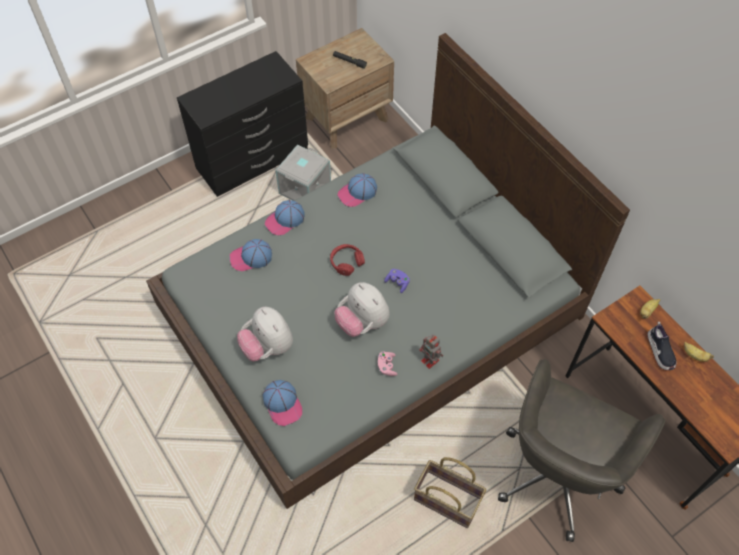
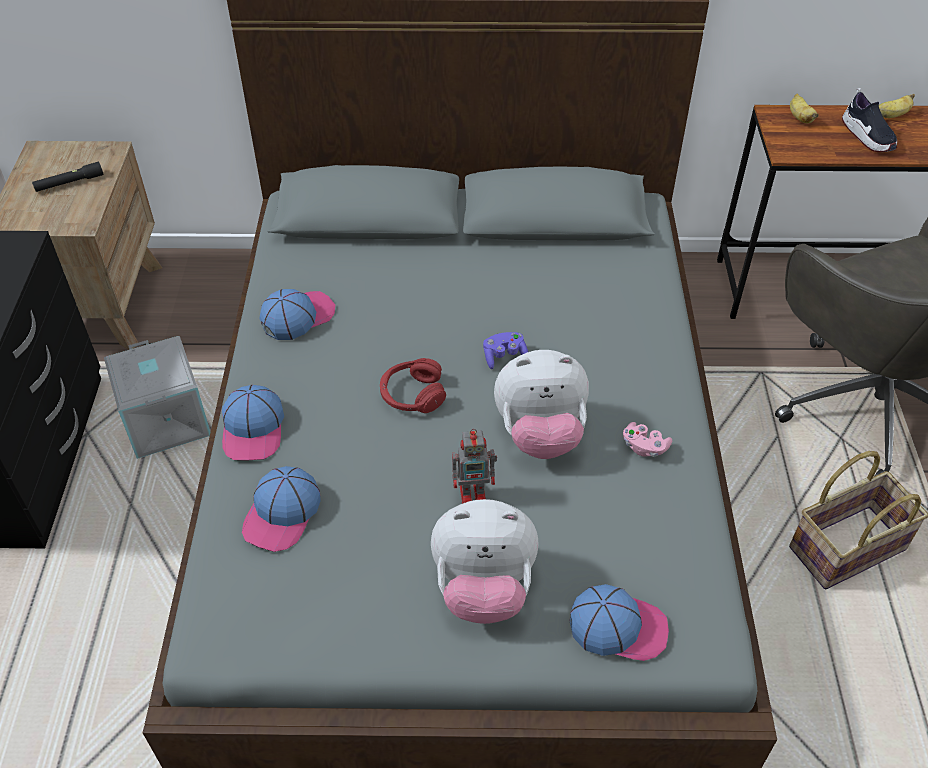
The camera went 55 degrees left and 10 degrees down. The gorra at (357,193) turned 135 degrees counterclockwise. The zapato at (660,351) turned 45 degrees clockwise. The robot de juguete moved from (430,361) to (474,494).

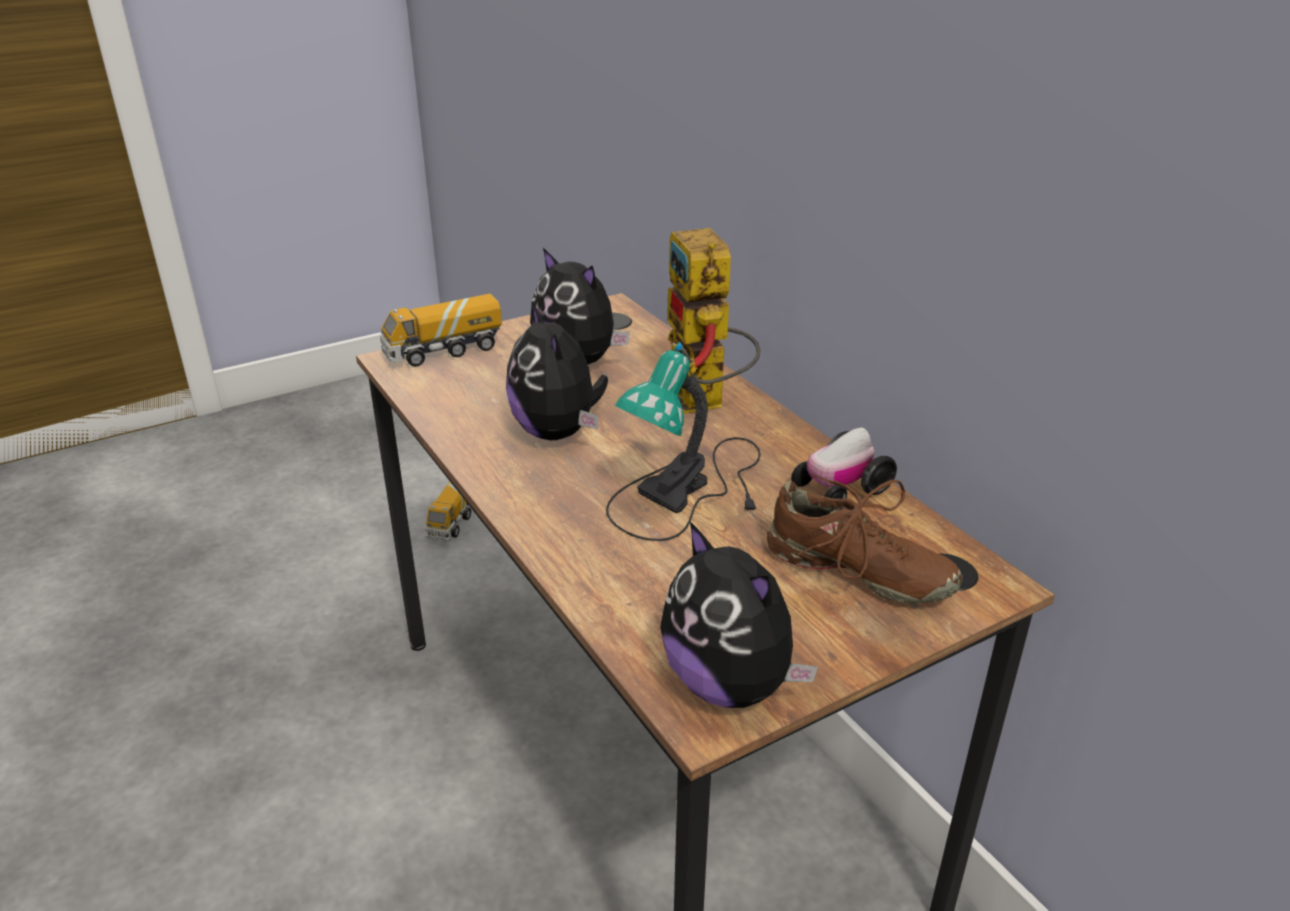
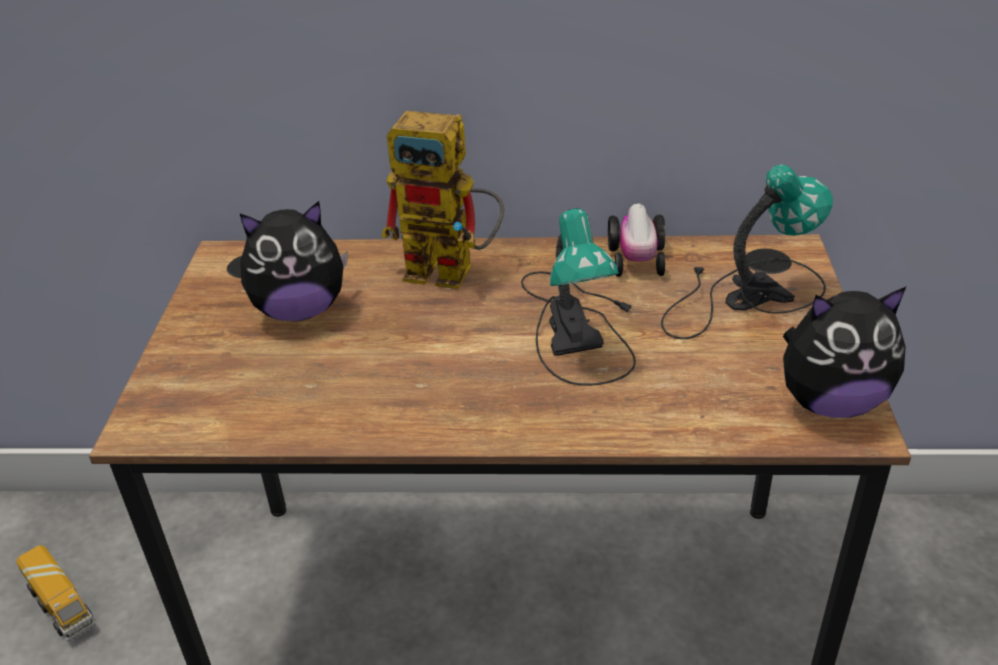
The camera went 55 degrees left and 5 degrees up. The camión de juguete at (443,351) disappeared. The peluche at (558,432) disappeared. The zapato (marrón) at (857,572) was replaced by the lámpara de mesa at (743,295).

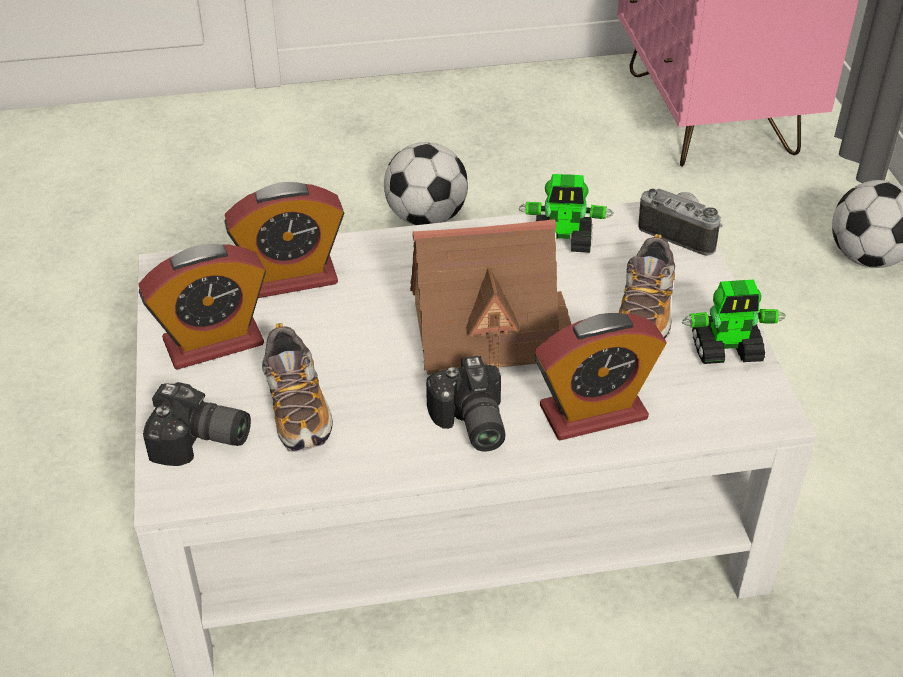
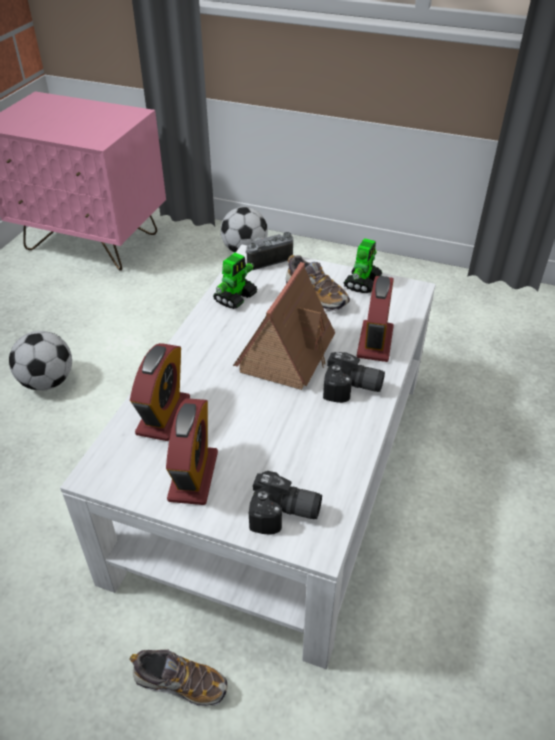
The camera went 60 degrees left and 0 degrees up. The zapato moved from (297,409) to (180,683). The cámara at (200,443) turned 60 degrees clockwise.

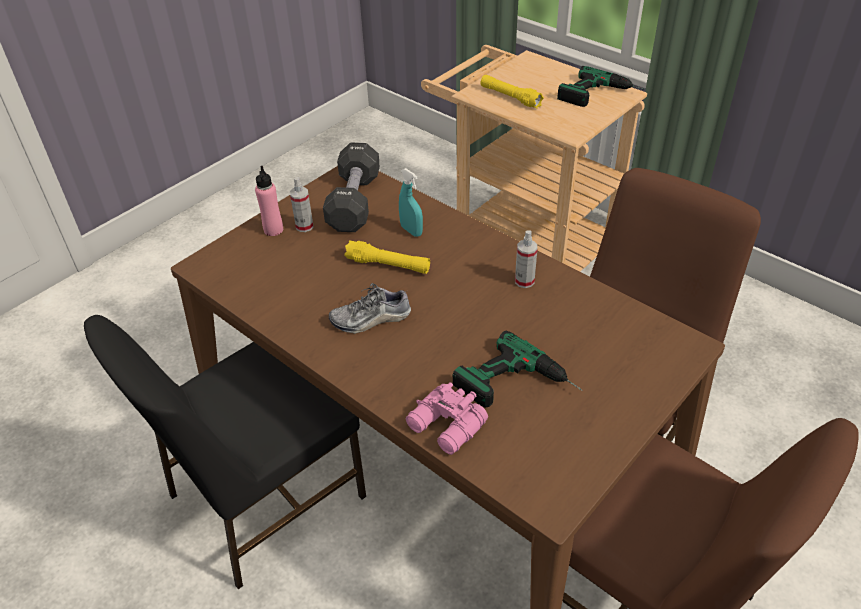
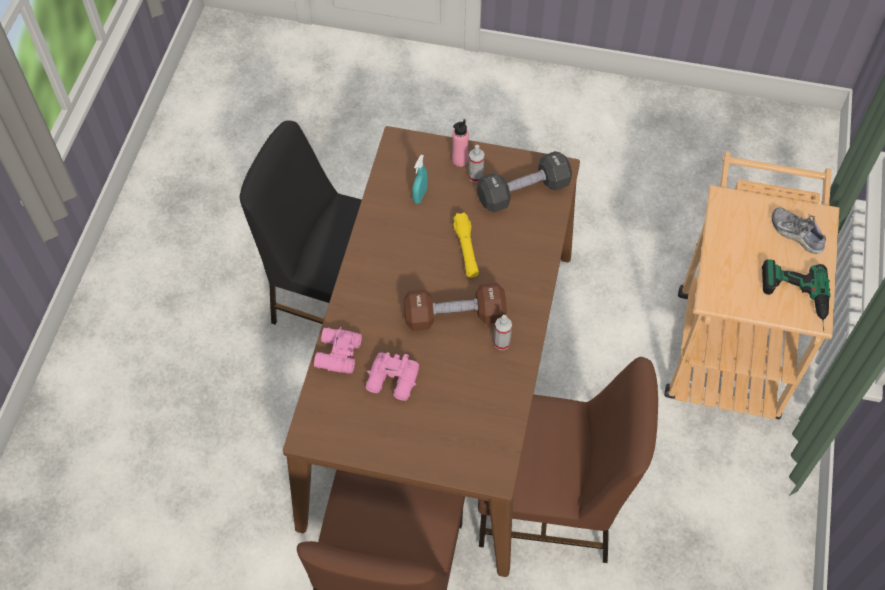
The camera went 60 degrees right and 15 degrees up. The linterna (amarillo) at (510,97) disappeared. The pulverizador (turquesa) moved from (411,231) to (420,196). The zapato moved from (371,319) to (796,234). The taladro at (519,387) was replaced by the prismáticos (rosa) at (393,381). The mancuerna (marrón) at (454,316) appeared.

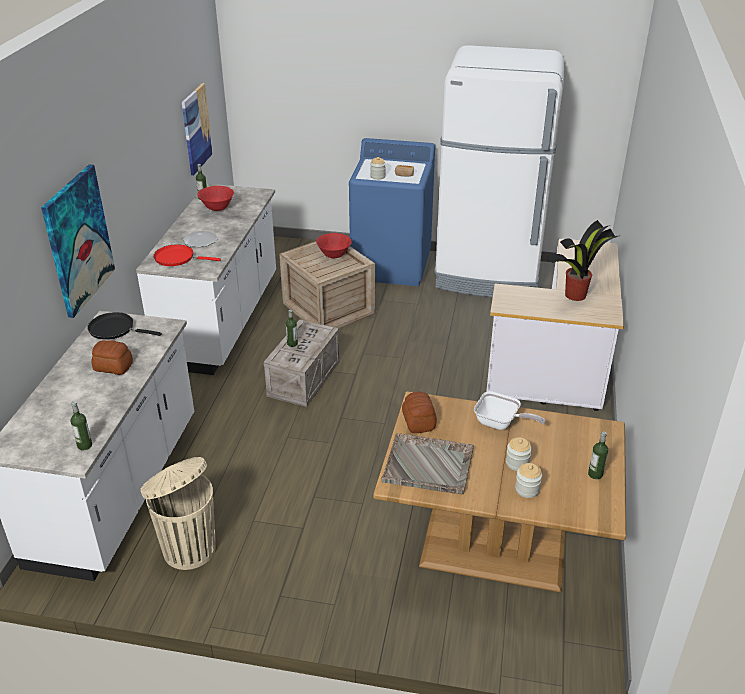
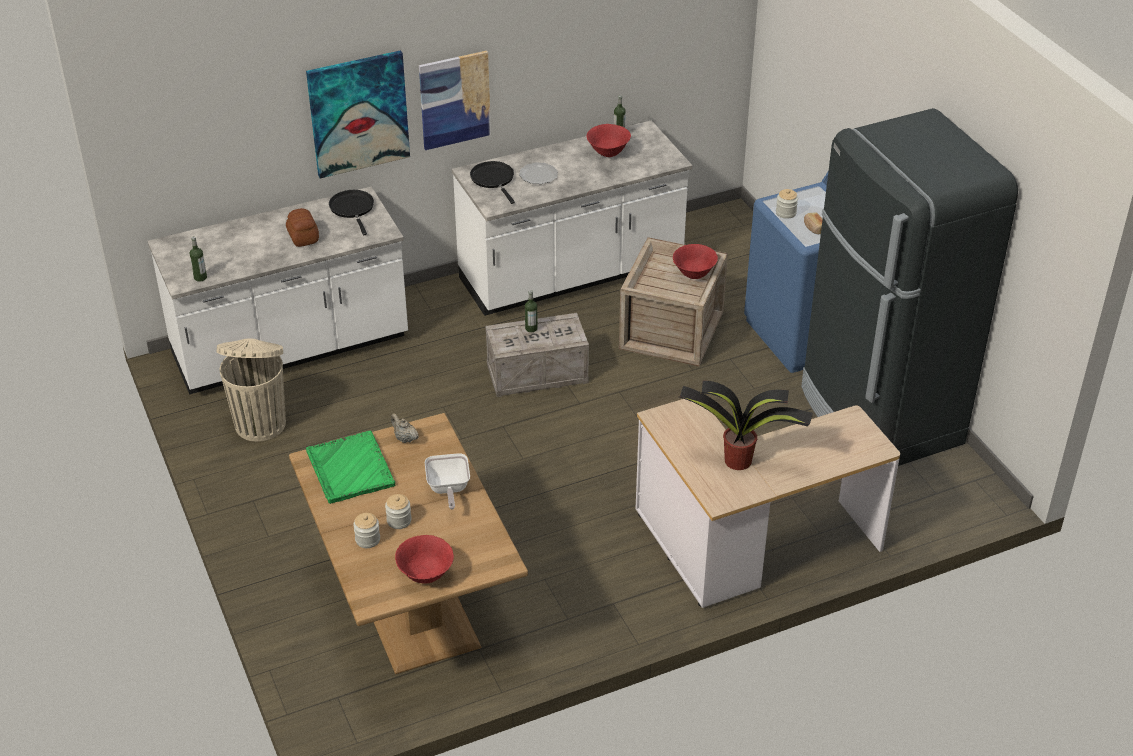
The camera went 55 degrees right and 5 degrees up. The nevera (blanco) at (488,276) became the nevera (negro) at (879,417). The cuadro moved from (196,129) to (455,100). The sartén (rojo) at (177,258) became the sartén (negro) at (493,179). The pan at (418,422) was replaced by the tetera (beis) at (404,438). The botella at (595,474) was replaced by the cuenco (rojo) at (426,575). The bandeja (gris) at (429,465) became the bandeja (verde) at (350,469).

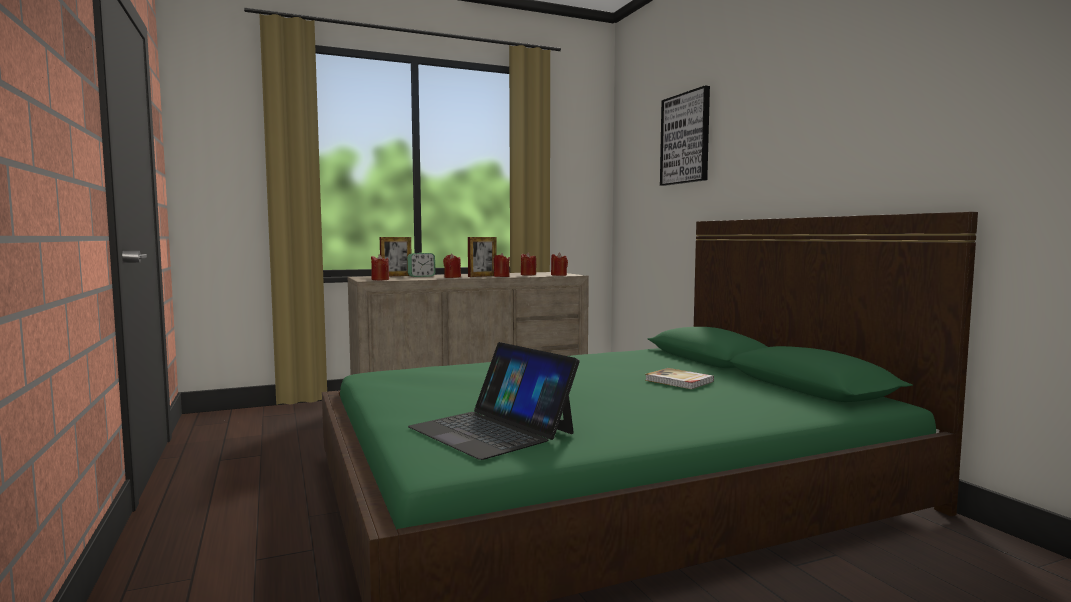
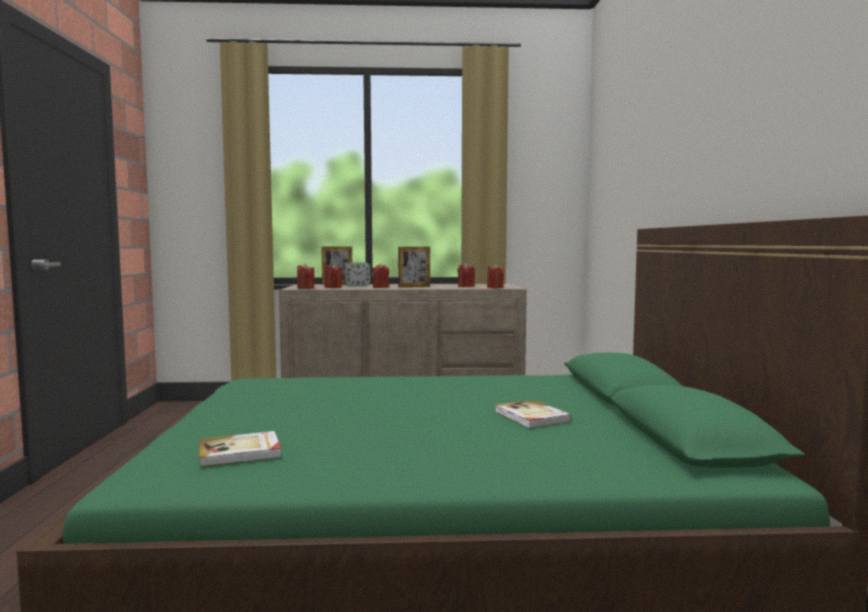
The camera went 20 degrees right and 0 degrees up. The cuadro at (685,138) disappeared. The vela (rojo) moved from (501,276) to (333,287). The portátil at (492,430) was replaced by the libro at (240,452).

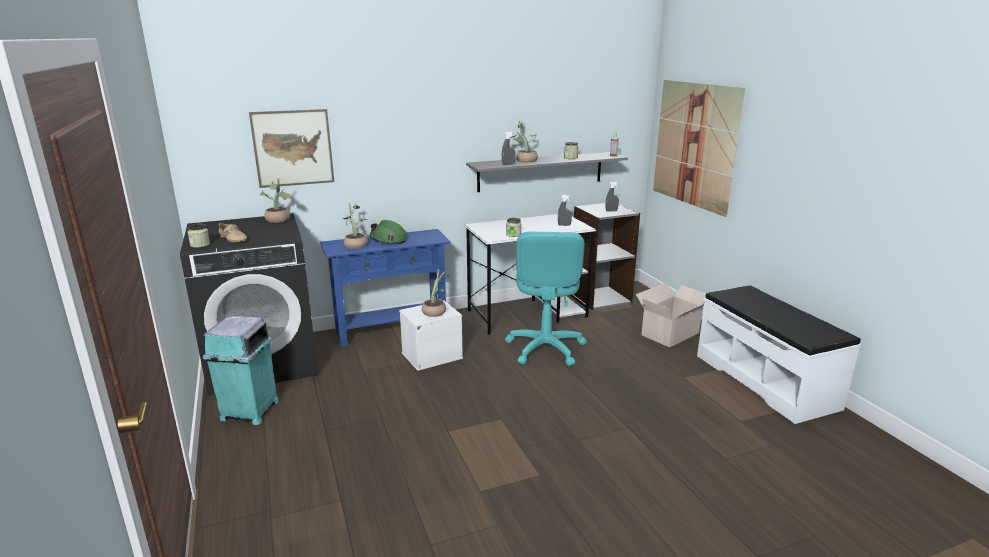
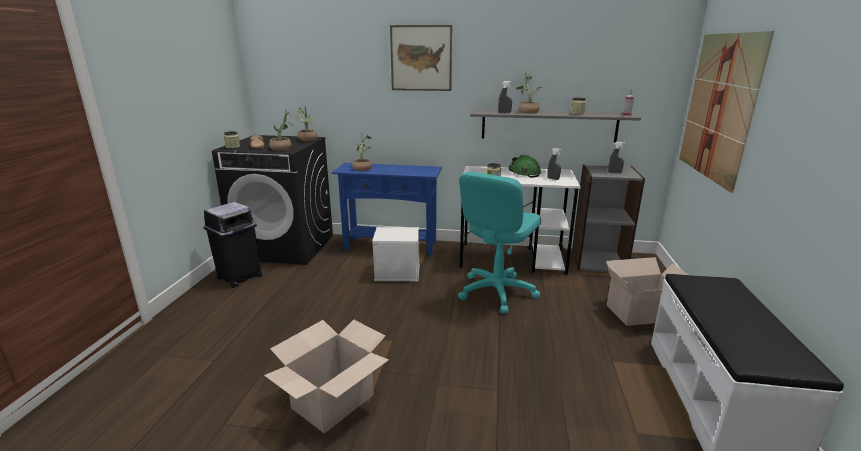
The camera went 30 degrees right and 0 degrees up. The cuadro moved from (293,148) to (421,58). The casco (verde) moved from (388,240) to (524,173). The planta en maceta moved from (436,311) to (284,148). The papelera (turquesa) at (249,411) became the papelera (negro) at (239,277). The caja de cartón at (333,401) appeared.

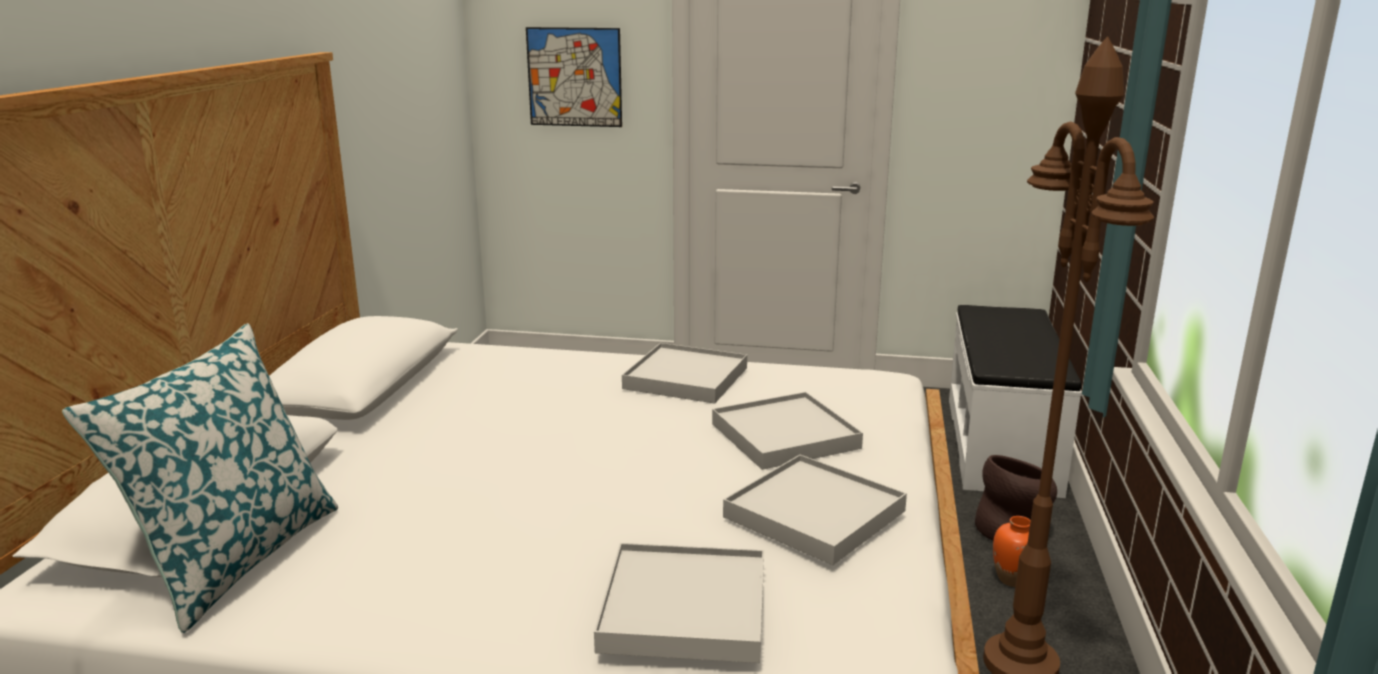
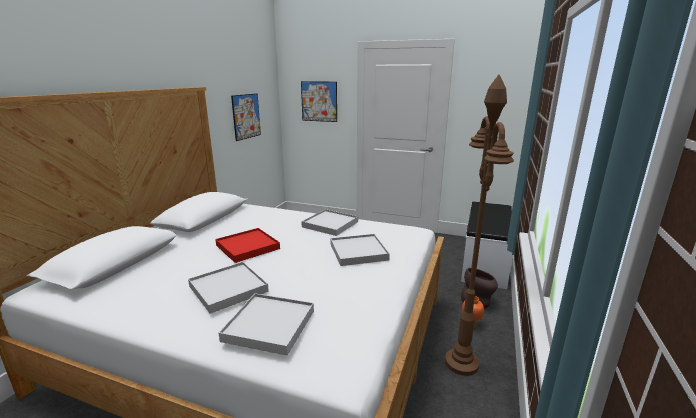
The camera went 10 degrees right and 0 degrees up. The cojín at (235,558) disappeared. The bandeja (blanco) moved from (814,514) to (228,289). The cuadro at (246,116) appeared. The bandeja (rojo) at (248,247) appeared.

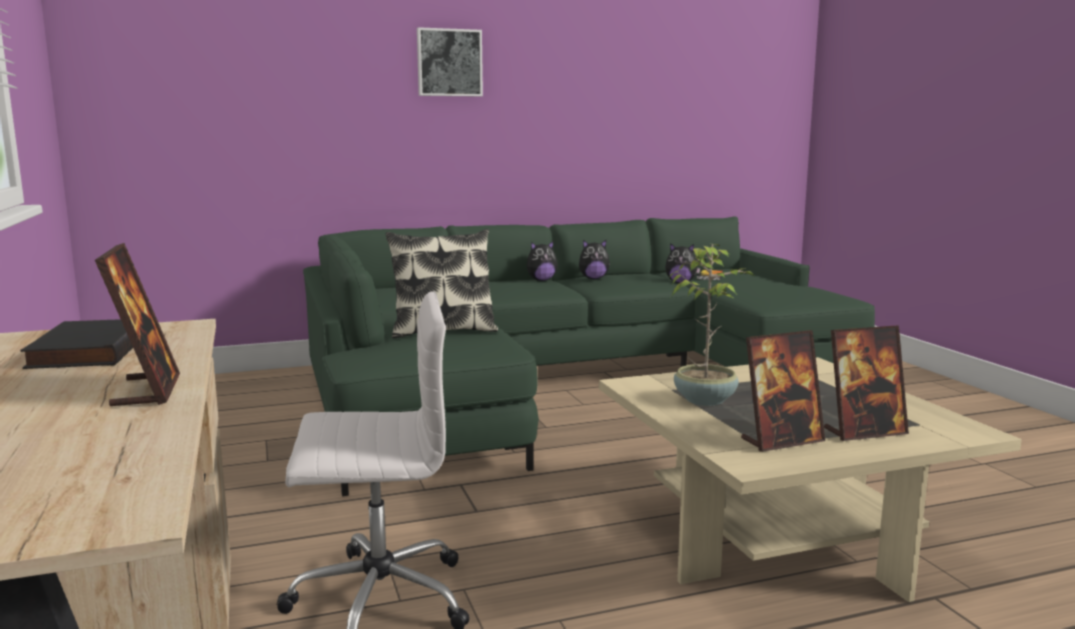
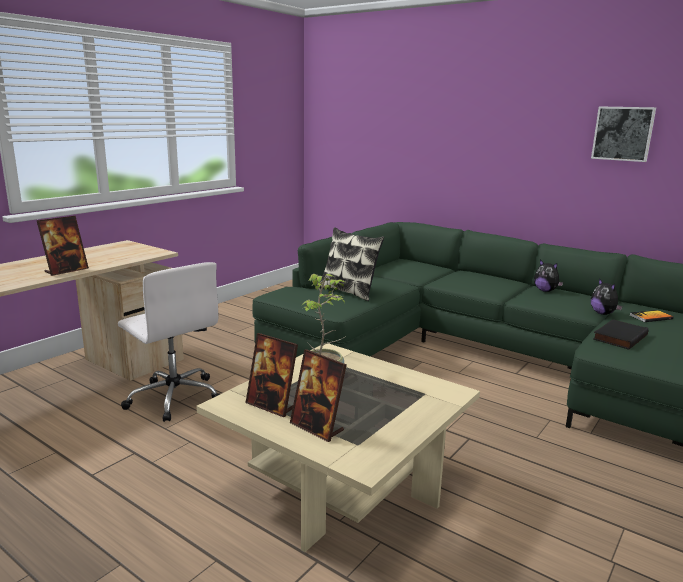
The camera went 55 degrees right and 5 degrees up. The cuadro moved from (449,63) to (623,133). The peluche at (541,280) disappeared. The libro (negro) moved from (86,351) to (618,337).

